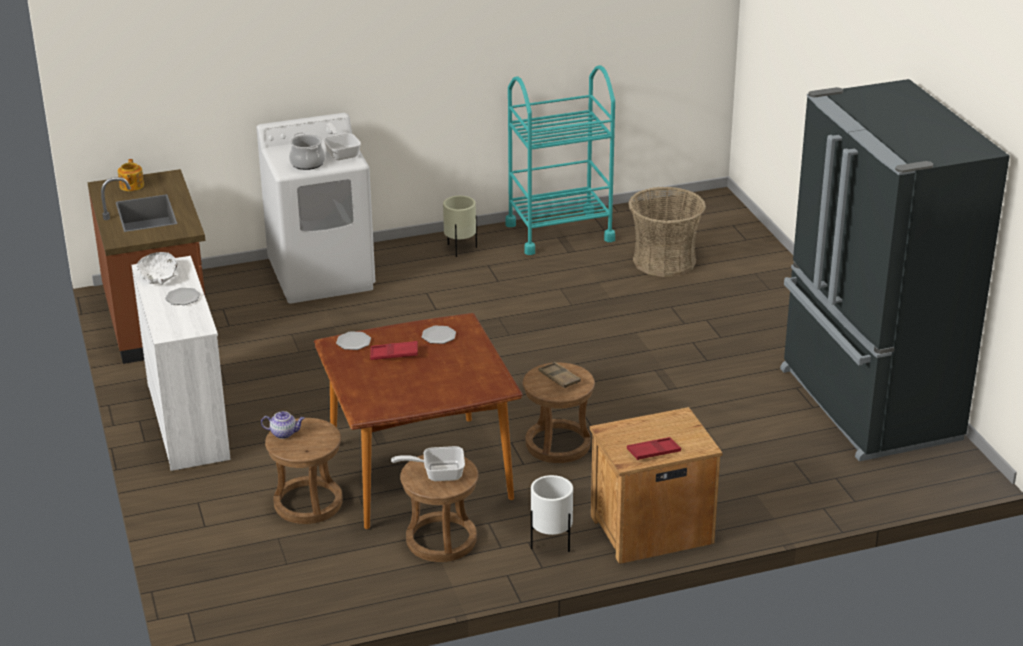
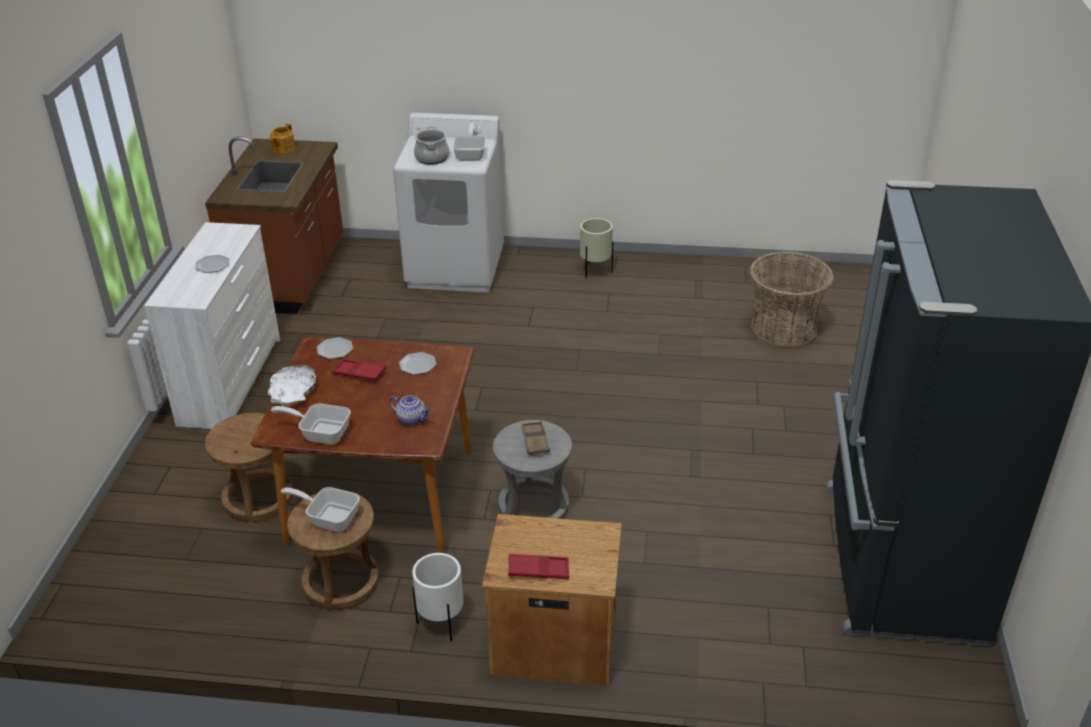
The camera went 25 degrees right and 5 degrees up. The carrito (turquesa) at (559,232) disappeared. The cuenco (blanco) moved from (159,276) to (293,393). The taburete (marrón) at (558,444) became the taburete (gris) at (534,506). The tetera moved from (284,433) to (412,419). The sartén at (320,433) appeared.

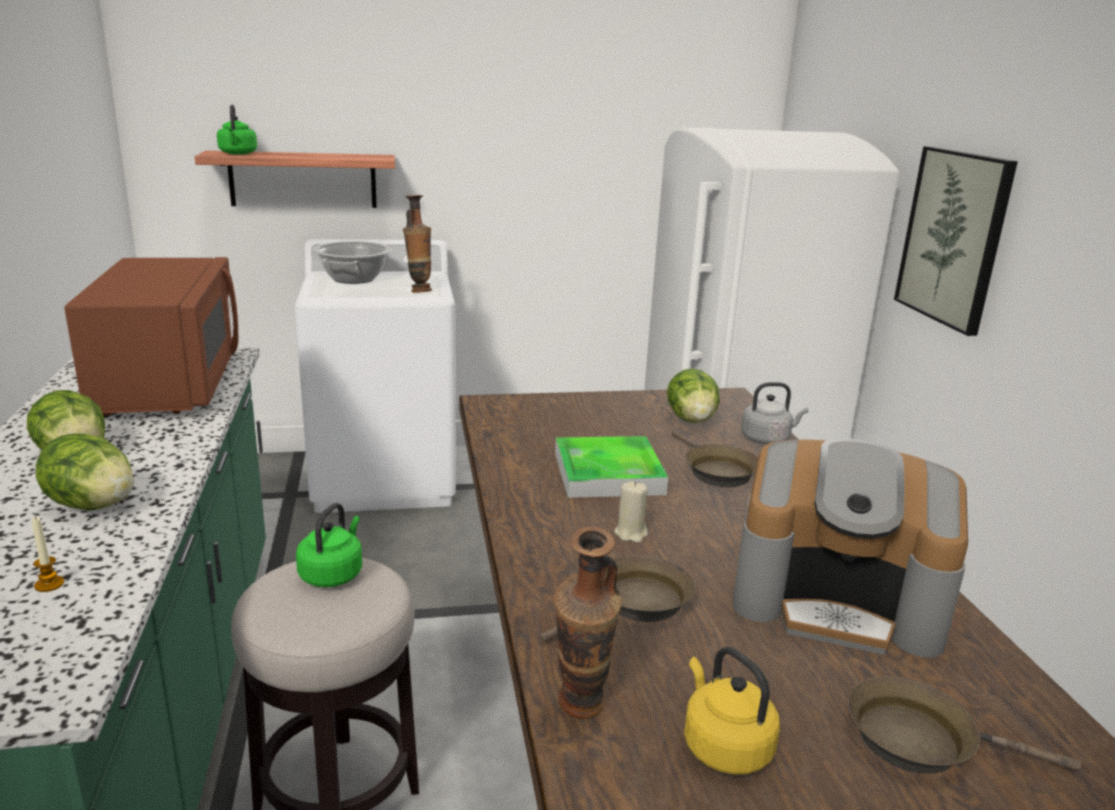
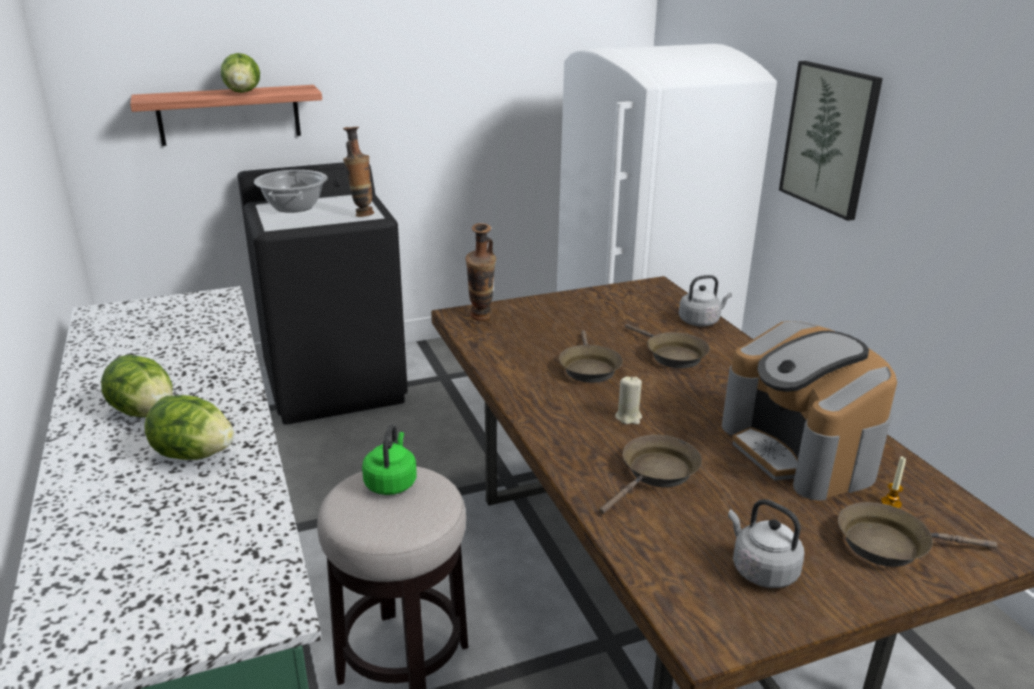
The camera went 10 degrees left and 5 degrees up. The hervidor (verde) at (238,153) disappeared. The lavadora (blanco) at (385,478) became the lavadora (negro) at (335,384). The microondas (marrón) at (169,385) disappeared. The lechuga moved from (691,420) to (243,92). The bandeja at (608,473) was replaced by the sartén (marrón) at (588,368). The cafetera at (837,600) turned 60 degrees clockwise. The vela moved from (49,584) to (891,503). The florero moved from (580,715) to (481,319). The hervidor (amarillo) at (723,746) became the hervidor (gris) at (761,570).

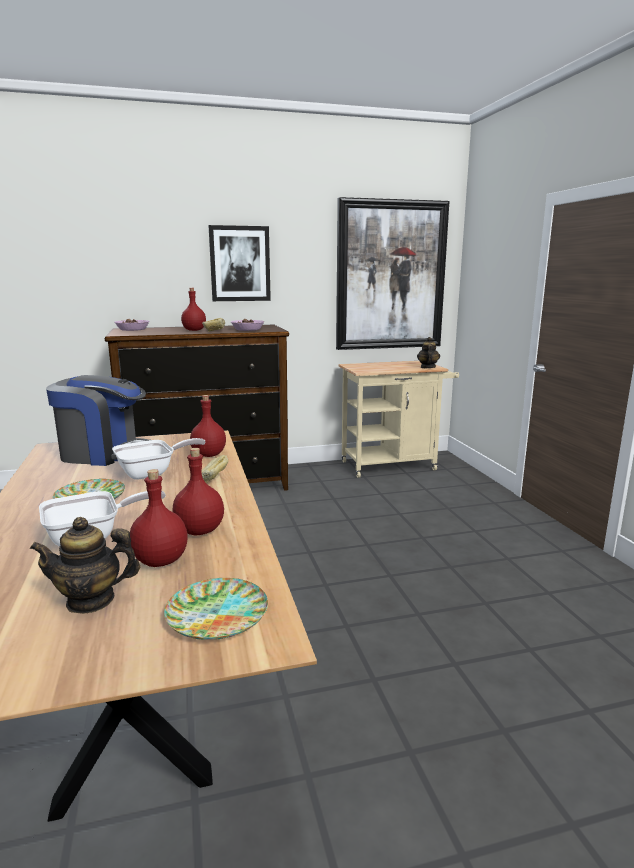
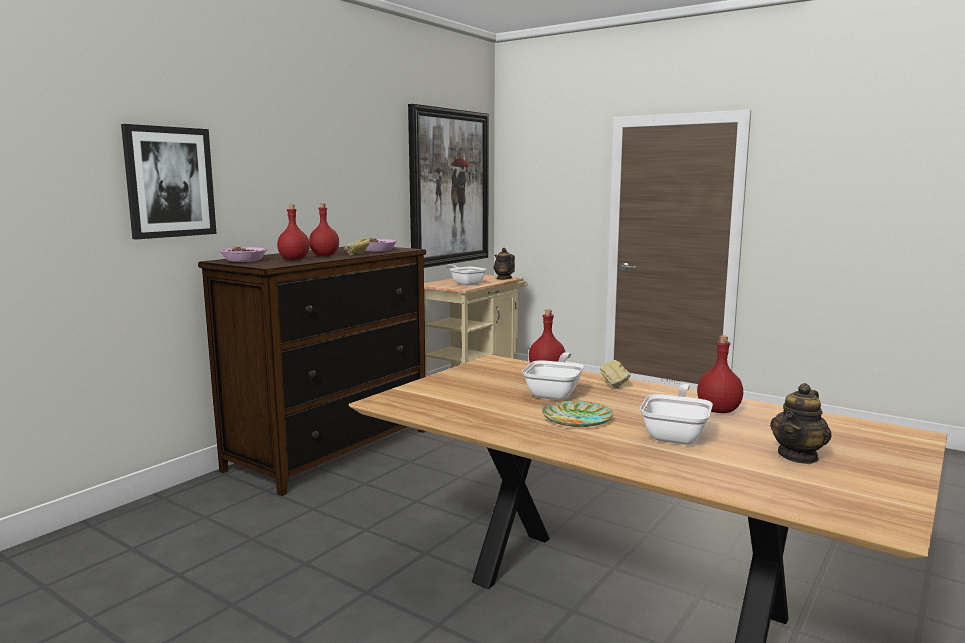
The camera went 40 degrees left and 5 degrees down. The cuadro moved from (240,264) to (170,182). The cafetera at (104,453) disappeared. The botella (rojo) moved from (160,561) to (294,259). The plato at (216,614) disappeared. The sartén at (465,283) appeared.

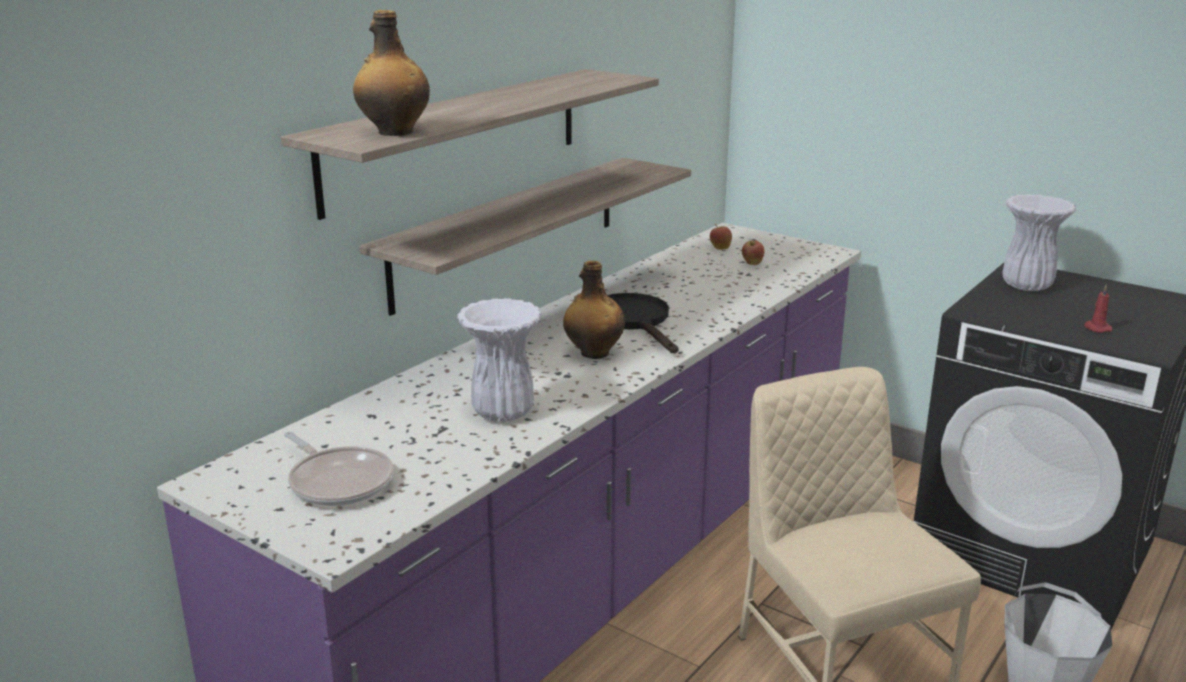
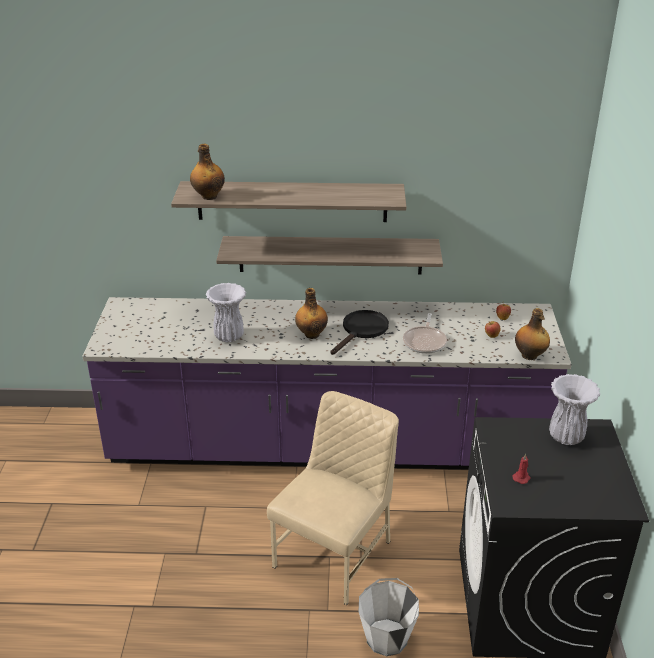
The camera went 55 degrees right and 10 degrees up. The sartén moved from (338,481) to (425,341). The botella at (530,356) appeared.

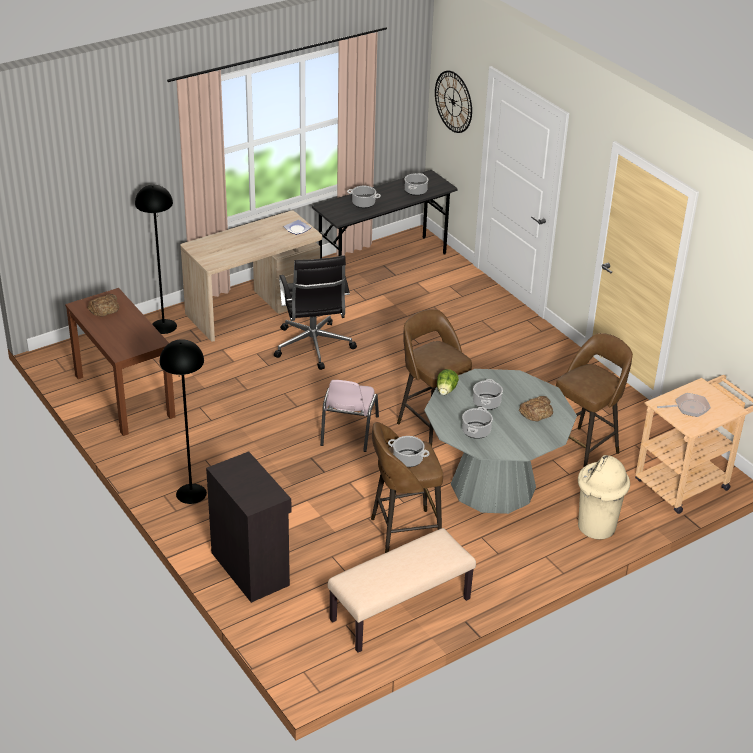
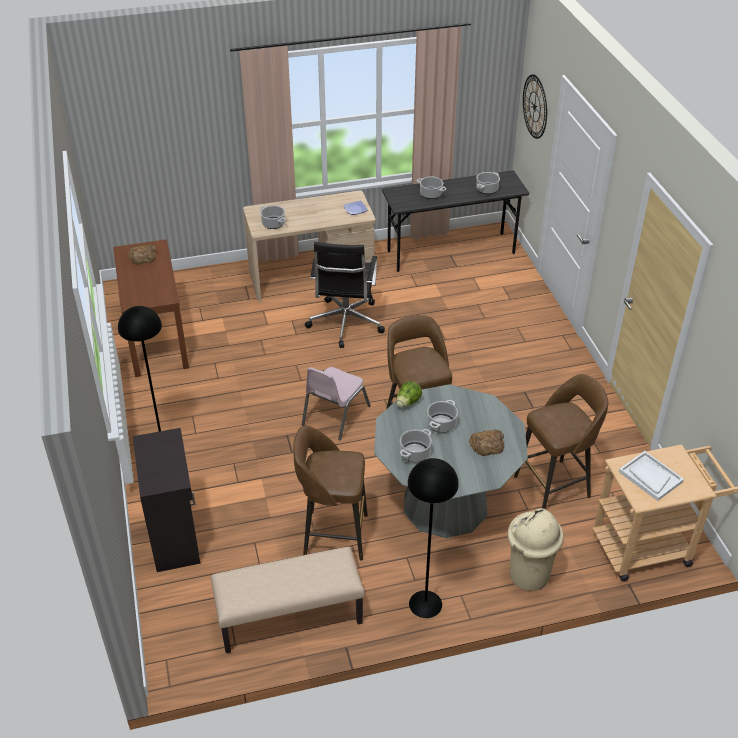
The camera went 20 degrees right and 5 degrees up. The lámpara de pie (negro) moved from (163,326) to (425,604). The sartén at (689,408) was replaced by the bandeja (blanco) at (650,477). The olla moved from (407,459) to (273,224).

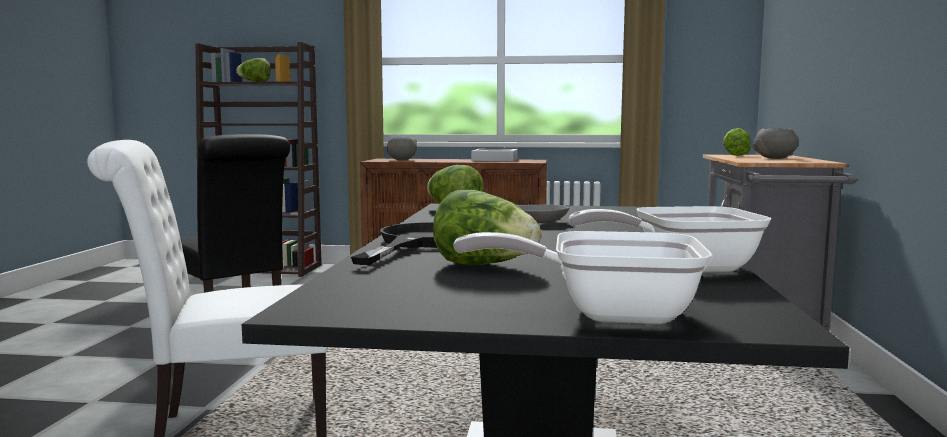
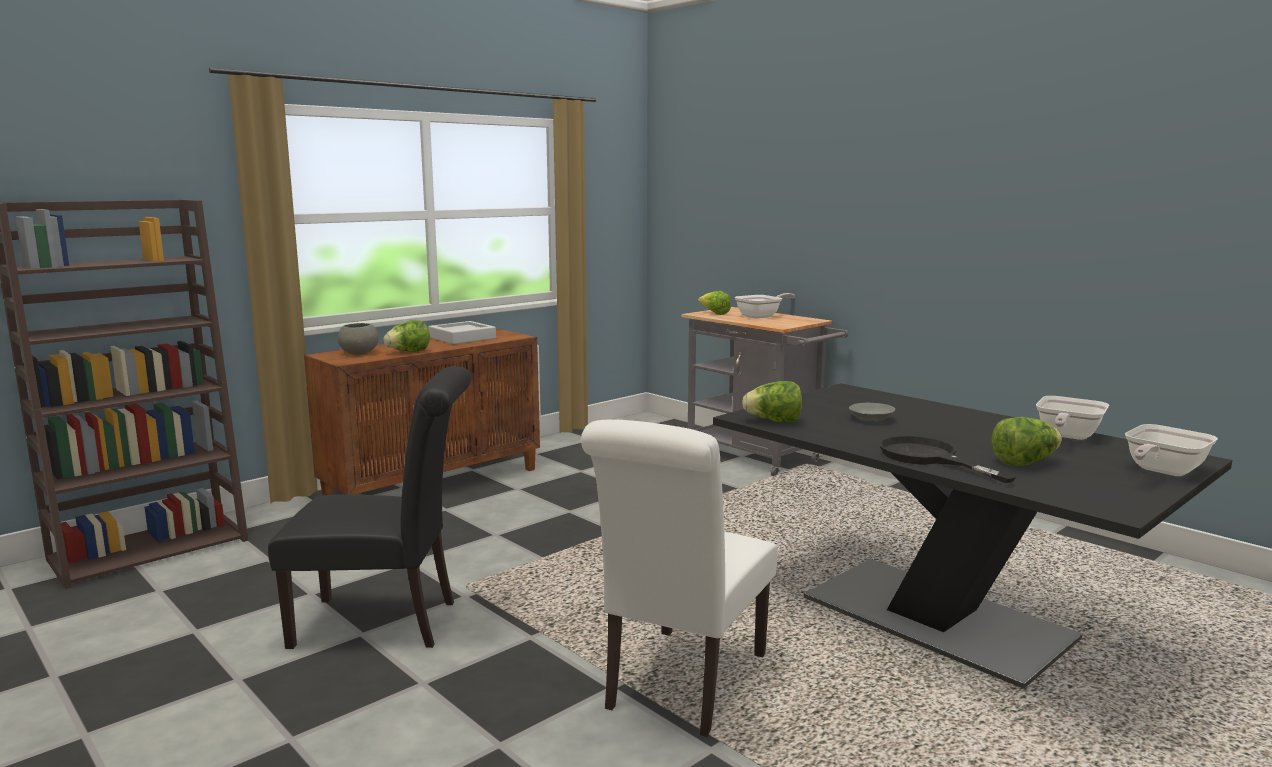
The camera went 50 degrees left and 5 degrees up. The lechuga moved from (254,82) to (408,352). The cuenco (gris) at (774,158) was replaced by the sartén at (761,316).

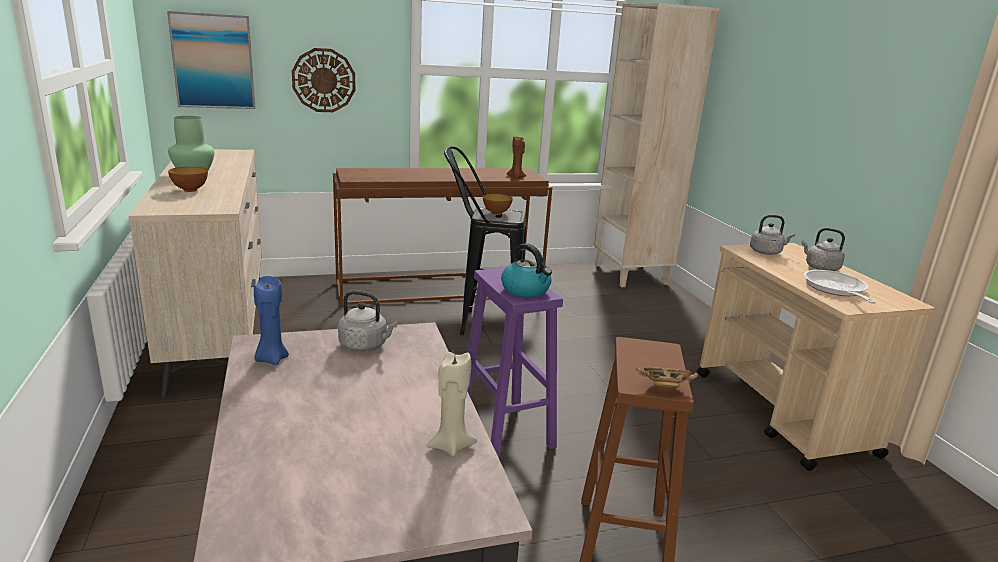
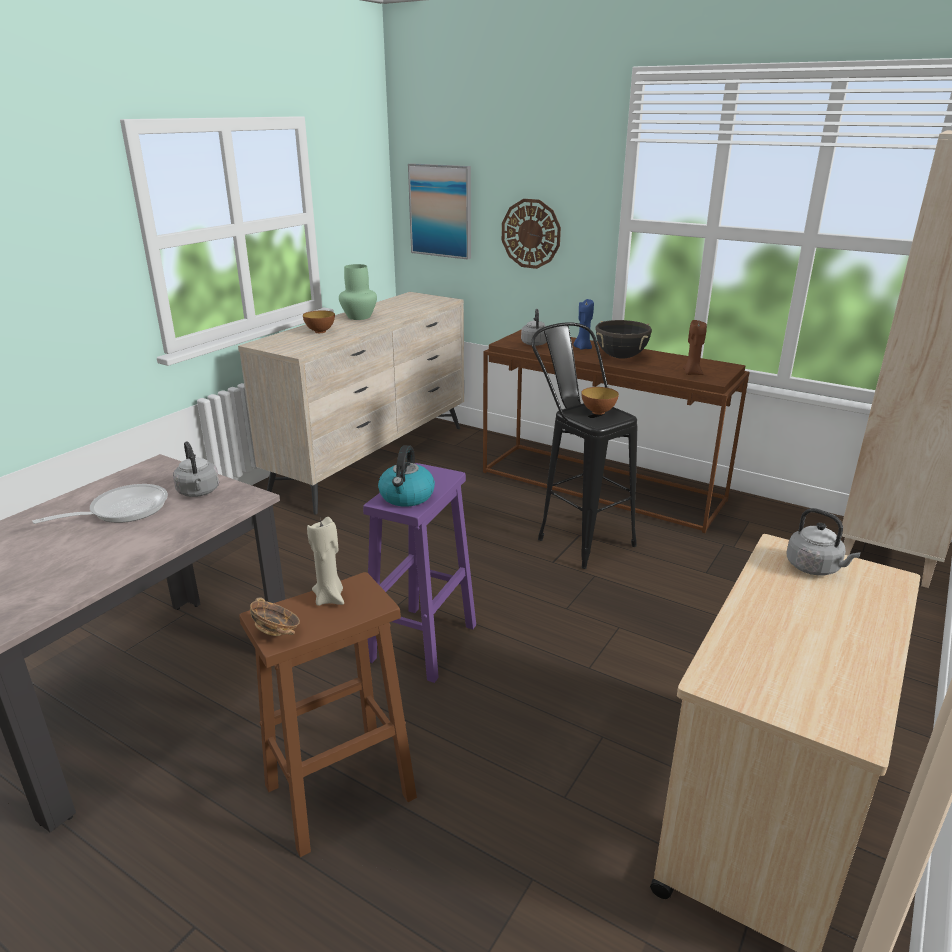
The camera went 50 degrees right and 5 degrees up. The hervidor (gris) moved from (820,268) to (534,343). The sartén moved from (836,289) to (122,510). The vela (azul) moved from (271,359) to (582,348). The vela (beis) moved from (450,445) to (330,598). The olla (negro) at (620,357) appeared.

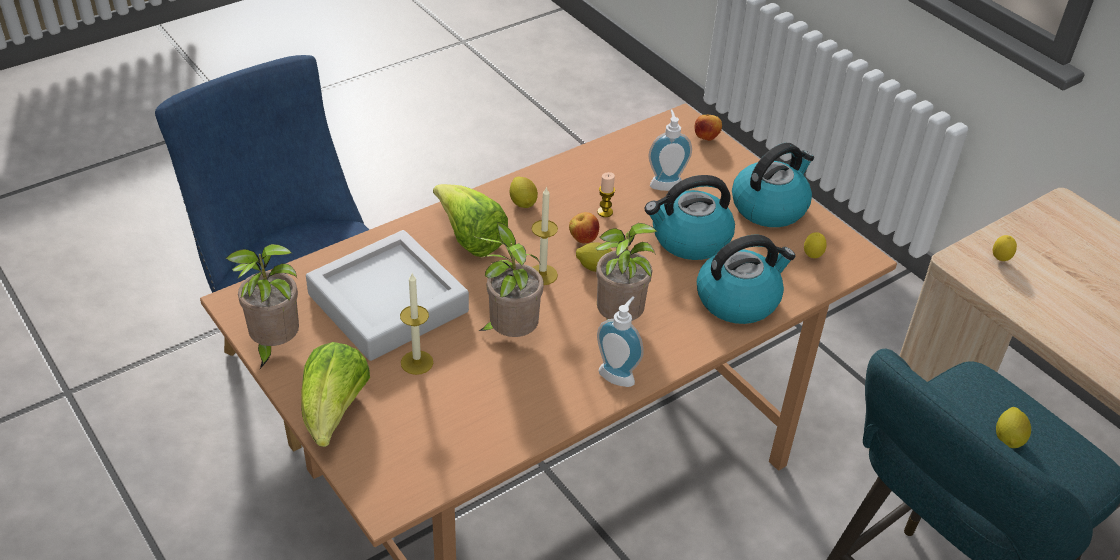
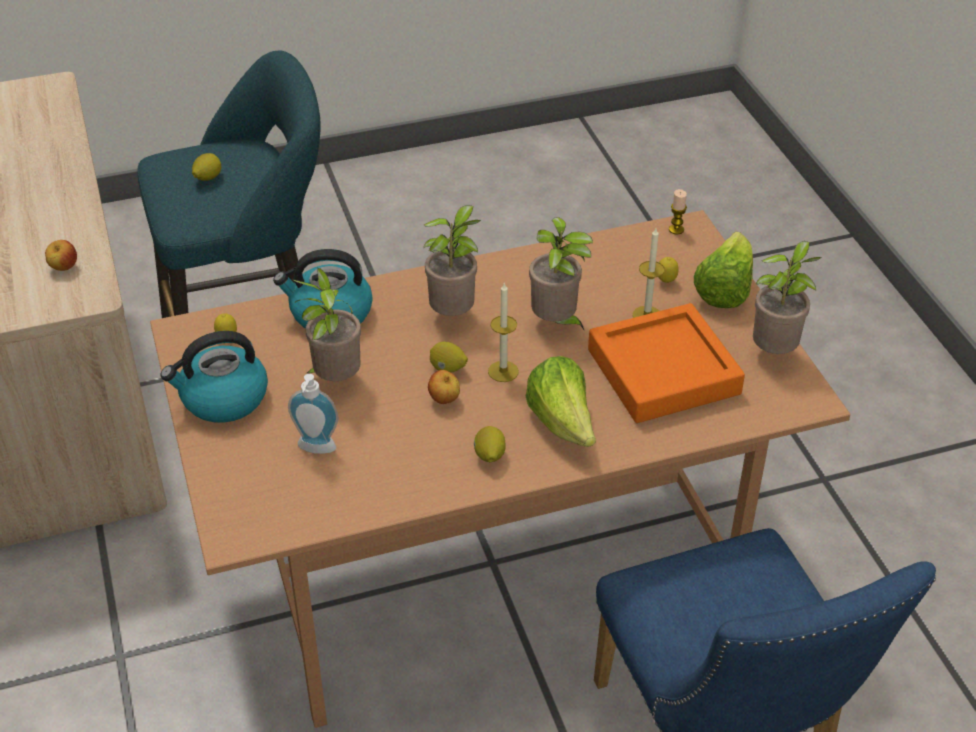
The camera went 160 degrees left and 0 degrees up. The manzana moved from (706,138) to (63,268). The vela moved from (605,212) to (676,229). The hervidor at (689,239) was replaced by the planta en maceta at (334,379). The bandeja (gris) at (388,303) became the bandeja (naranja) at (663,372). The limón moved from (1000,260) to (666,282). The dispensador de jabón at (618,374) disappeared.

